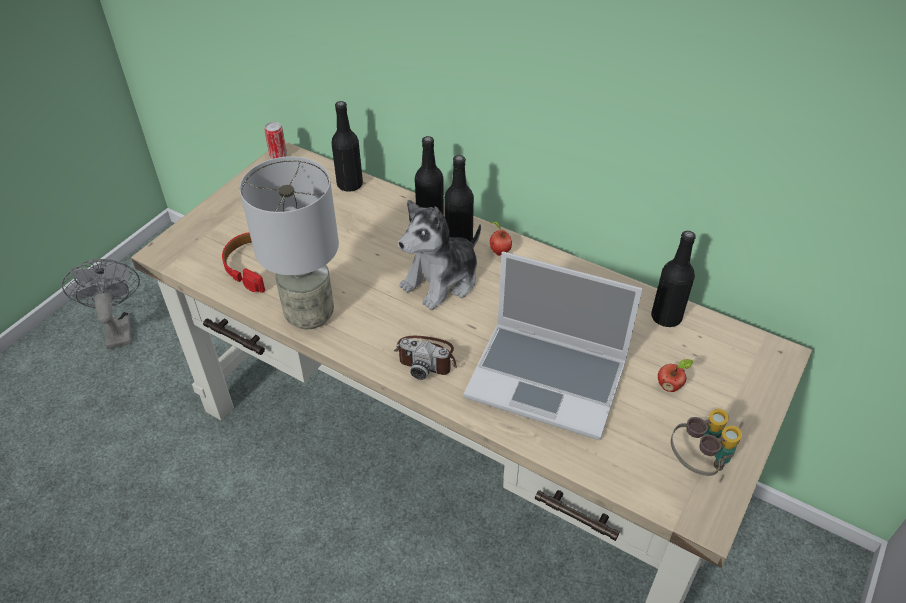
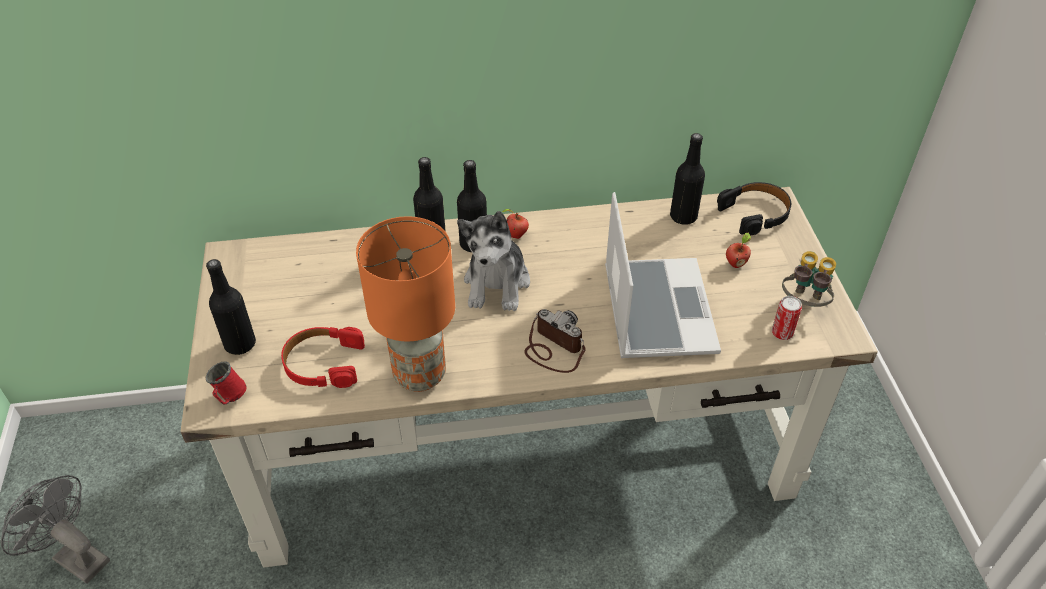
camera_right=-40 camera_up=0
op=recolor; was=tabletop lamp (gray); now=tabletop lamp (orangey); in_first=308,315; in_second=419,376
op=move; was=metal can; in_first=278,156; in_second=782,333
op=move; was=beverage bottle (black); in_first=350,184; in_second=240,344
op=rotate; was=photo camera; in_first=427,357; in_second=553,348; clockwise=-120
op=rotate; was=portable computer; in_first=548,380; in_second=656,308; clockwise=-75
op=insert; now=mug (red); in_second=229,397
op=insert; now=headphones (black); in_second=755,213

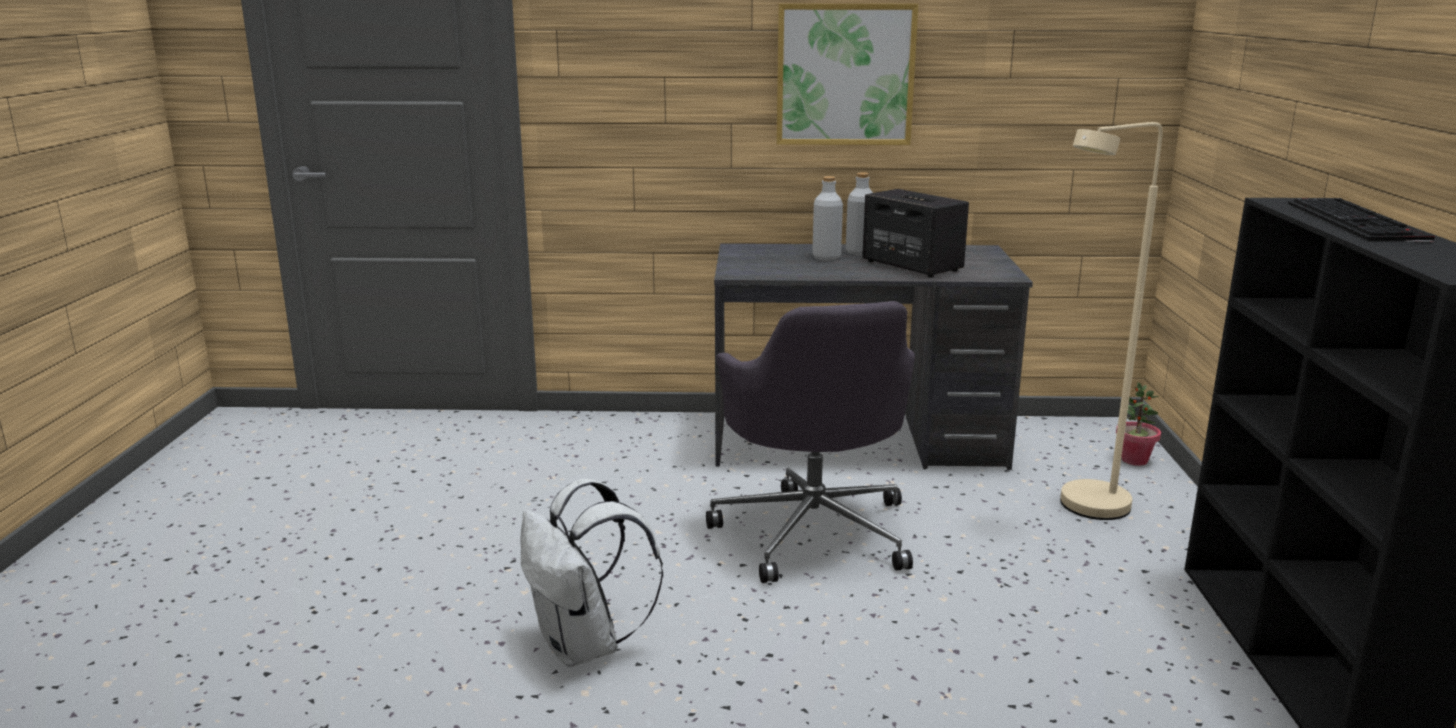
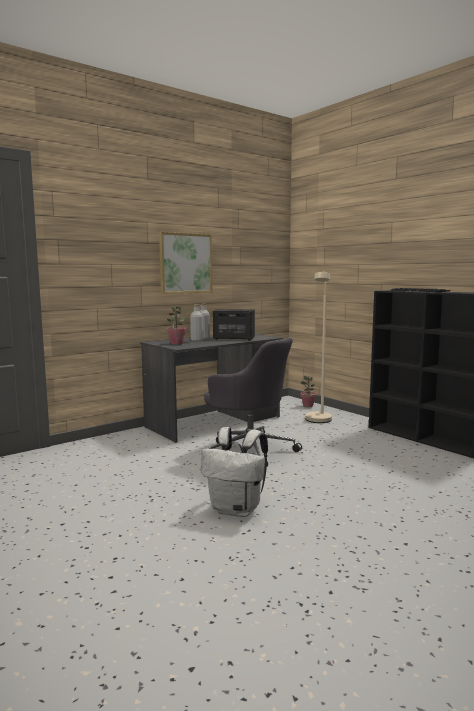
camera_right=-40 camera_up=-10
op=insert; now=potted plant; in_second=176,343

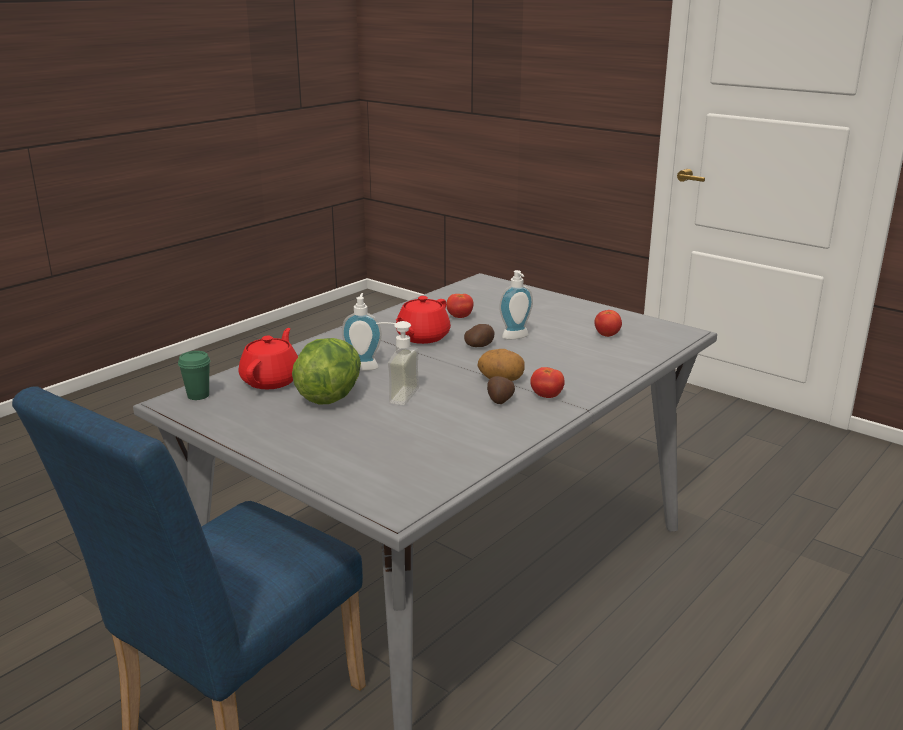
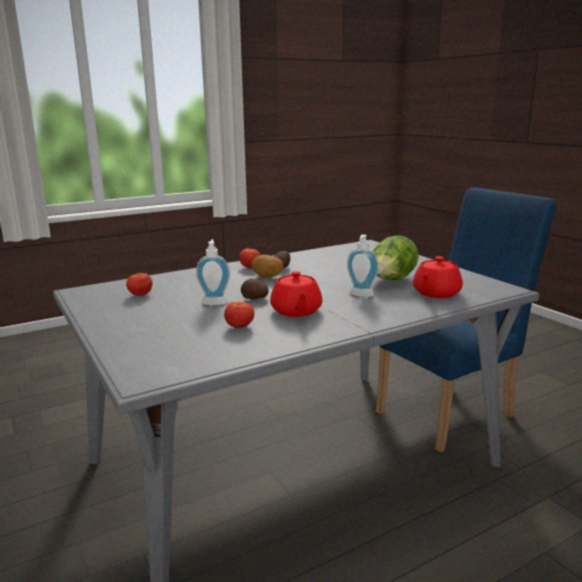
camera_right=-160 camera_up=-5
op=delete; was=cup (green-coloured); in_first=198,395
op=delete; was=liquid soap bottle; in_first=395,394
op=rotate; was=teapot (red); in_first=422,337; in_second=296,311; clockwise=120

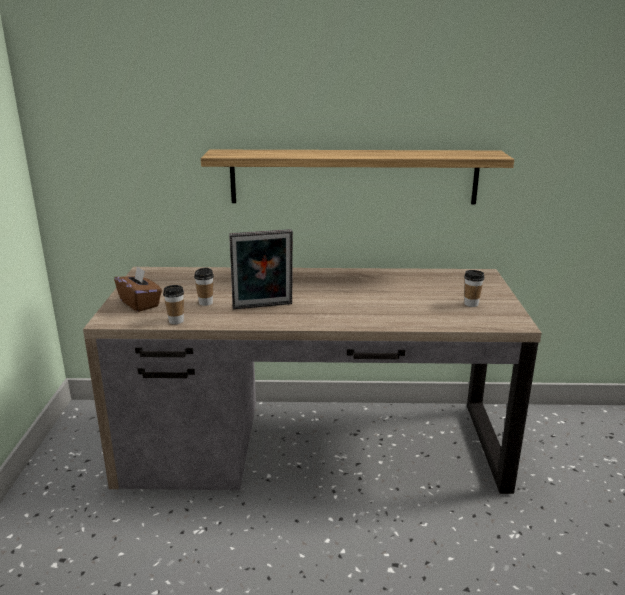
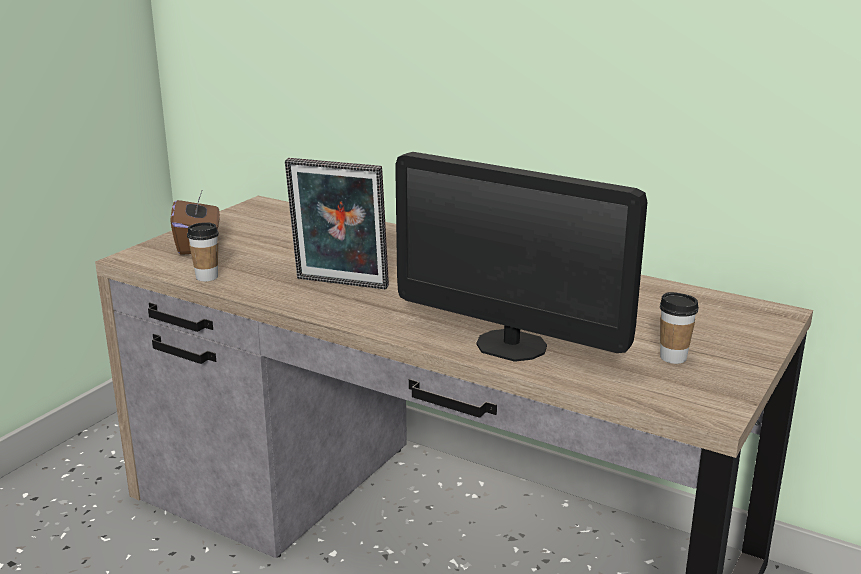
camera_right=30 camera_up=0
op=delete; was=cup; in_first=205,303
op=delete; was=wall shelf; in_first=353,177
op=insert; now=computer display; in_second=511,345

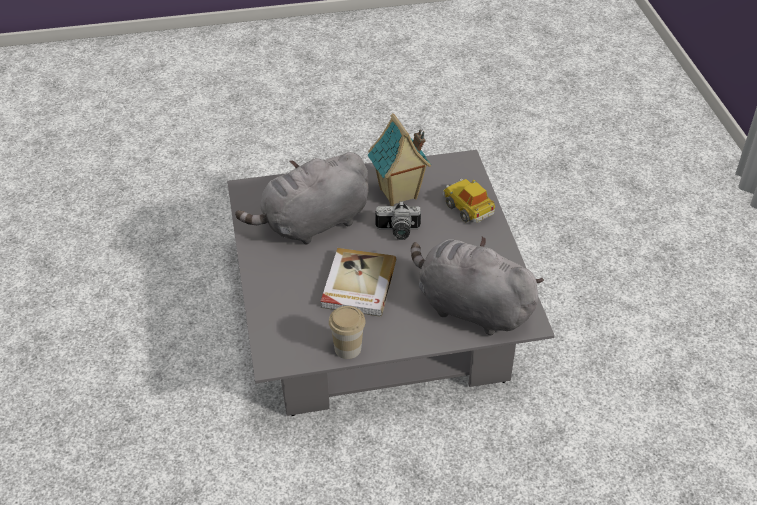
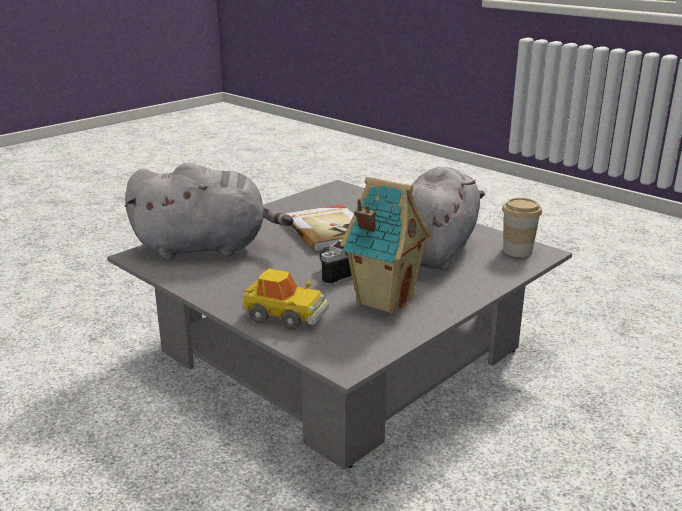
camera_right=145 camera_up=-20
op=move; was=cup; in_first=347,348; in_second=517,251

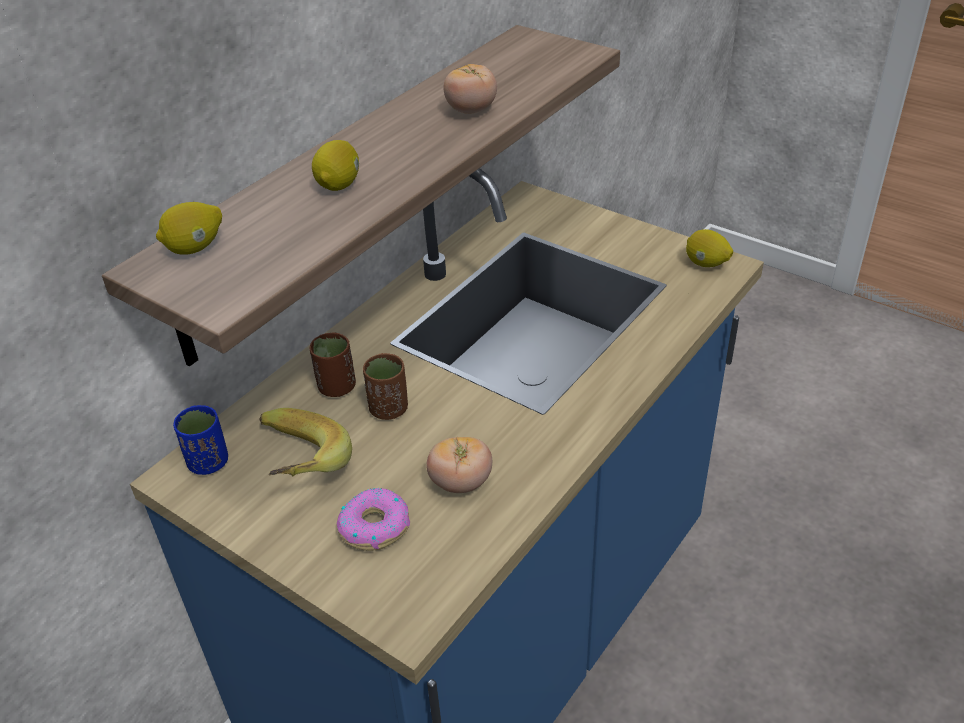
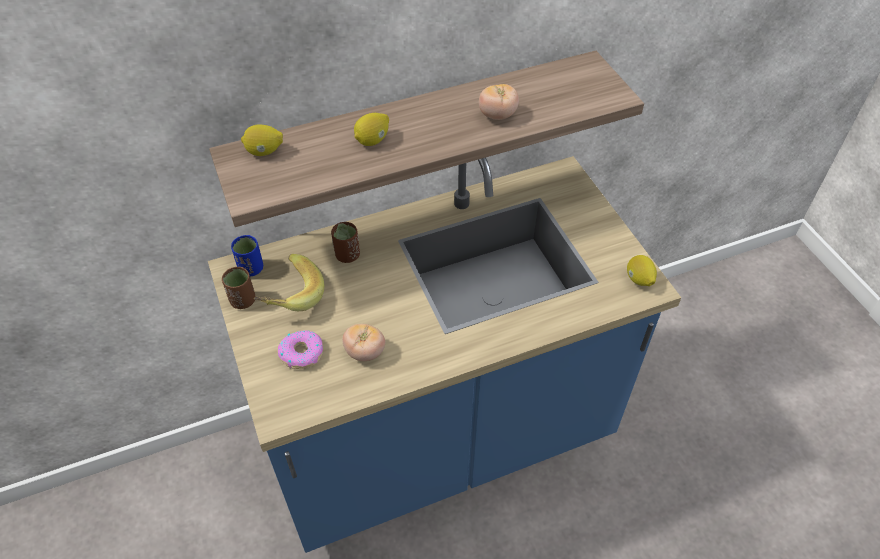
camera_right=30 camera_up=10
op=move; was=cup (brownish); in_first=389,409; in_second=243,300

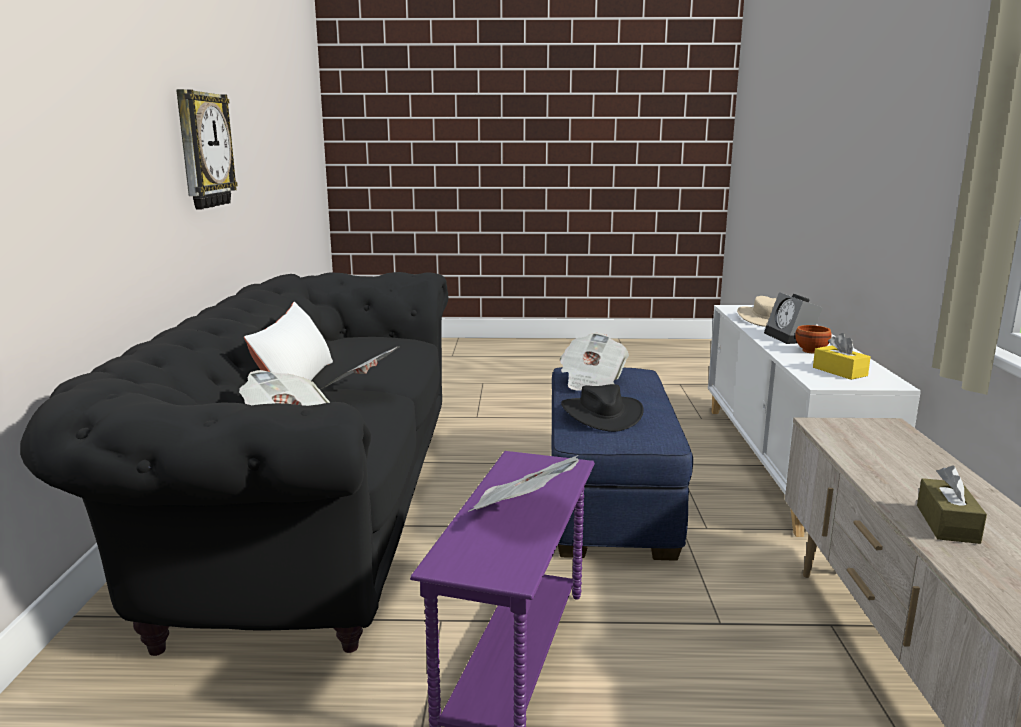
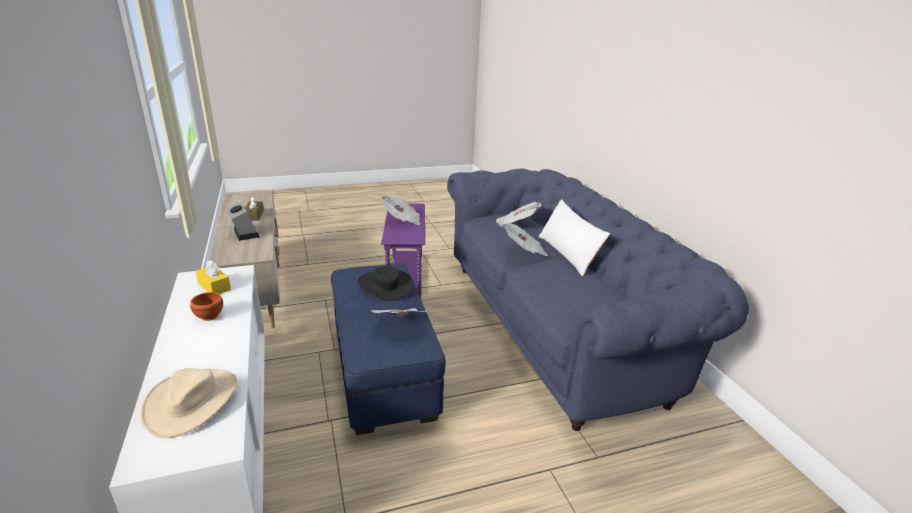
camera_right=160 camera_up=10
op=recolor; was=settee (black); now=settee (bluish); in_first=305,509; in_second=559,325
op=delete; was=hanging clock; in_first=203,150
op=move; was=alarm clock; in_first=791,338; in_second=244,233

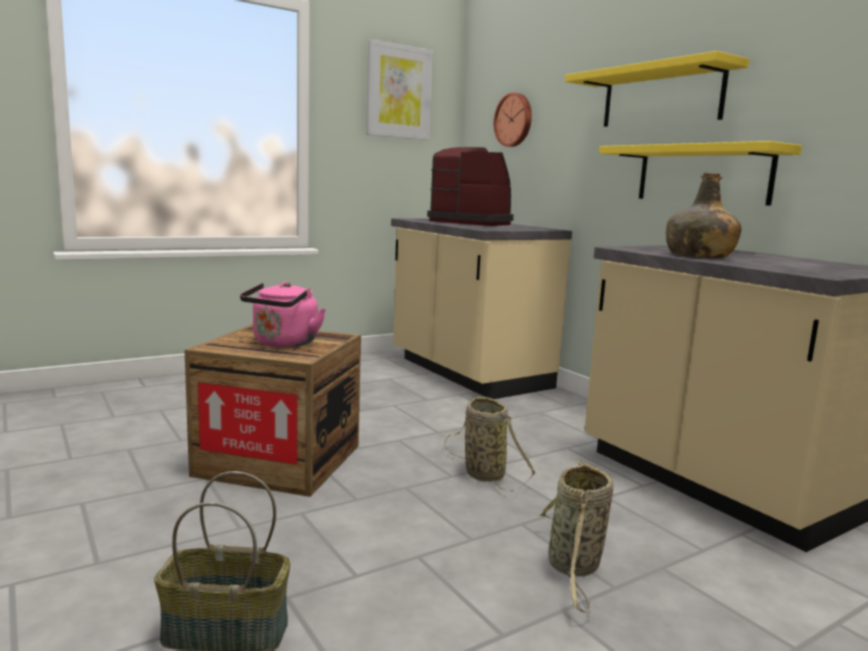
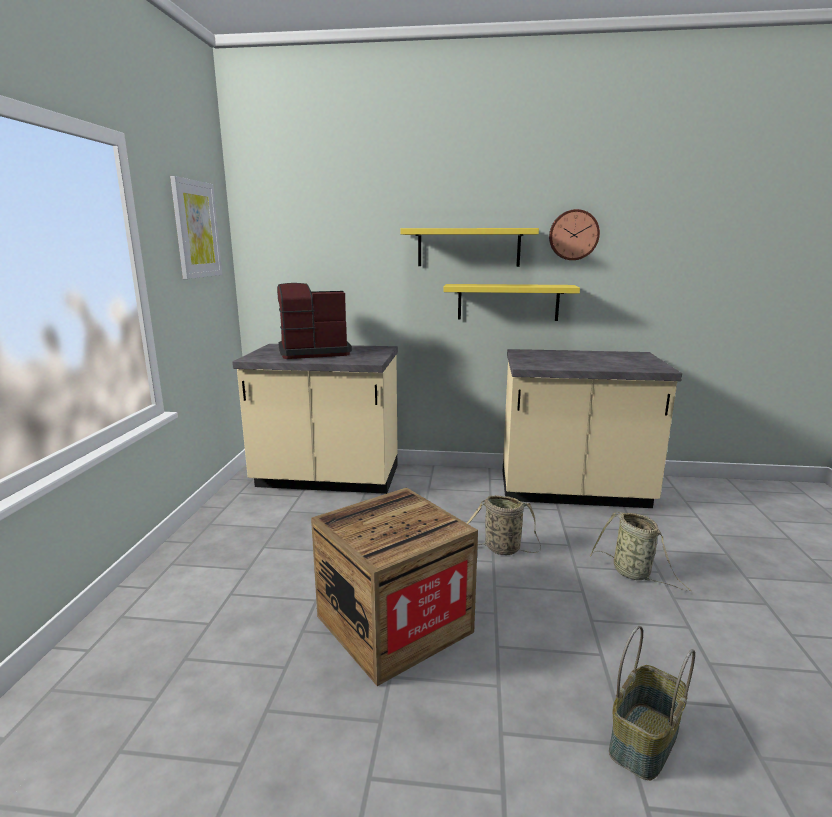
camera_right=-50 camera_up=5
op=delete; was=kettle (pink-coloured); in_first=283,344
op=move; was=hanging clock; in_first=514,120; in_second=573,235
op=delete; was=beverage bottle (green-coloured); in_first=699,256

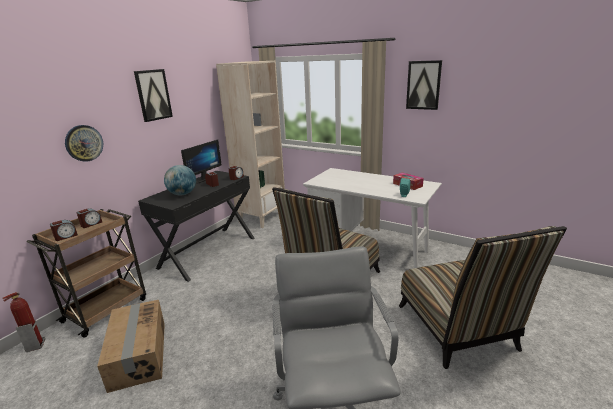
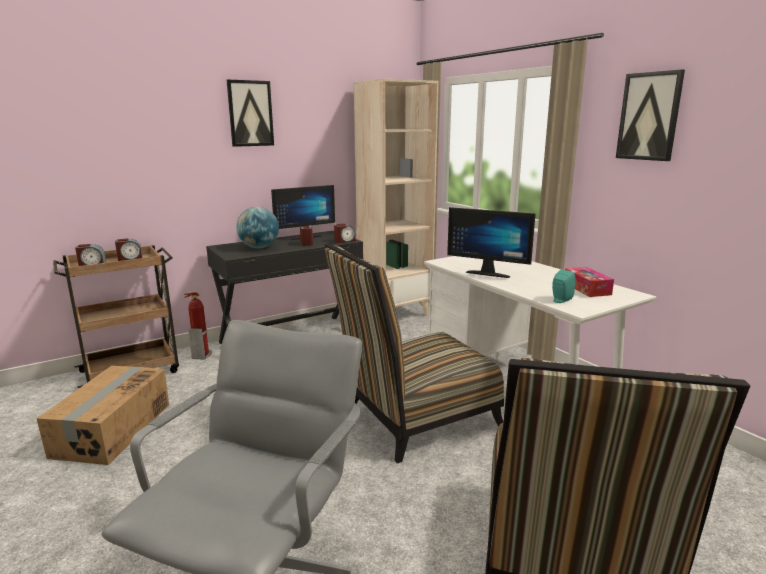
camera_right=25 camera_up=-5
op=move; was=extinguisher; in_first=35,345; in_second=201,356
op=delete; was=hanging clock; in_first=84,143
op=insert; now=computer display; in_second=489,273

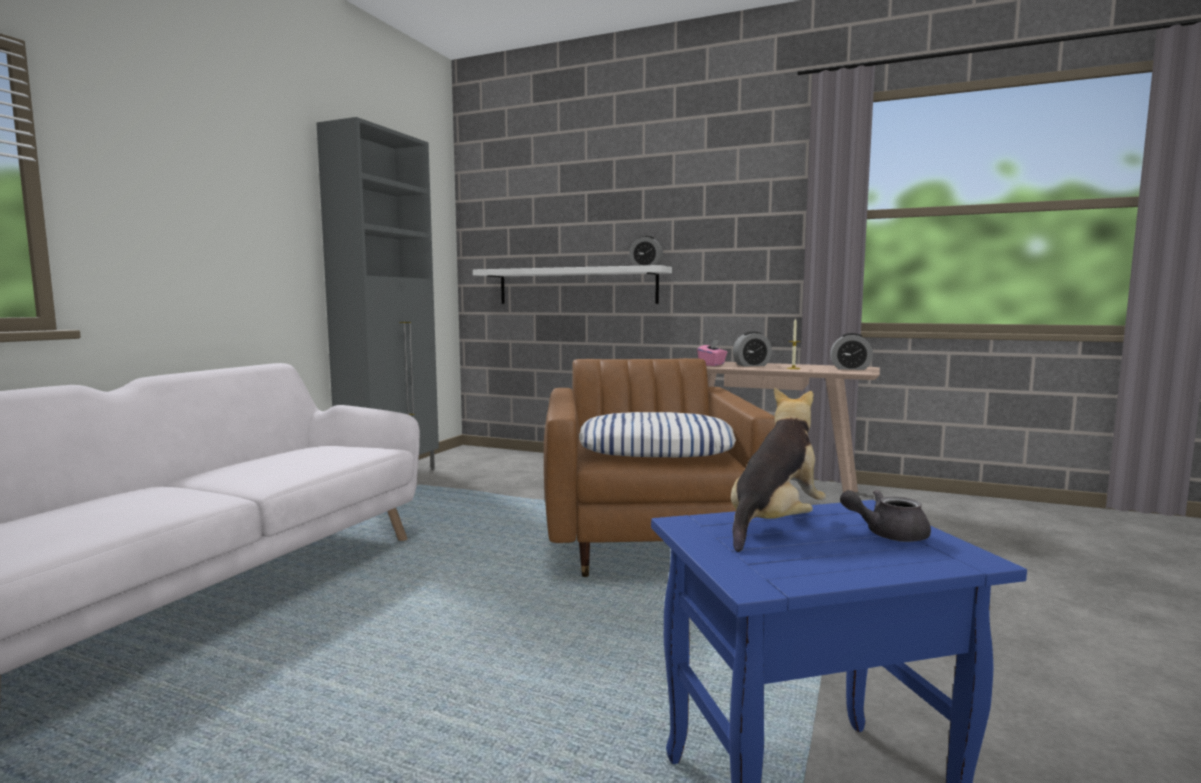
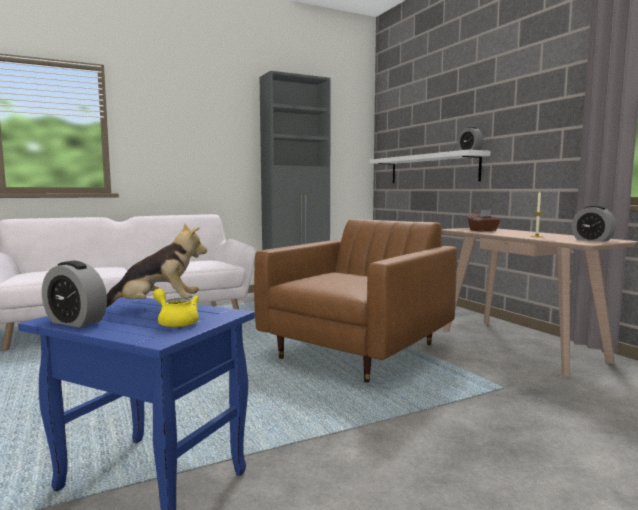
camera_right=40 camera_up=0
op=delete; was=cushion; in_first=656,448
op=recolor; was=tissue box (pink-coloured); now=tissue box (brownish); in_first=712,365; in_second=483,230
op=move; was=alarm clock; in_first=751,365; in_second=75,322
op=recolor; was=teapot (gray); now=teapot (yellowish); in_first=887,534; in_second=176,322

